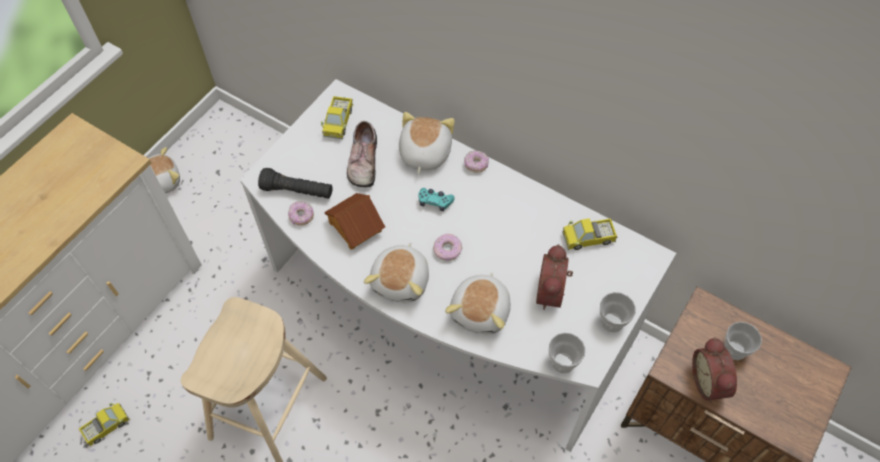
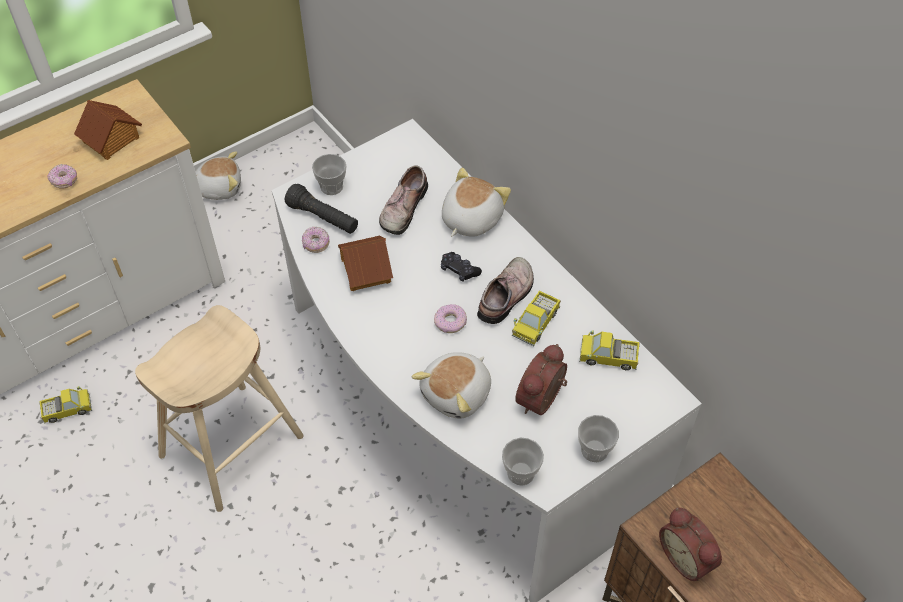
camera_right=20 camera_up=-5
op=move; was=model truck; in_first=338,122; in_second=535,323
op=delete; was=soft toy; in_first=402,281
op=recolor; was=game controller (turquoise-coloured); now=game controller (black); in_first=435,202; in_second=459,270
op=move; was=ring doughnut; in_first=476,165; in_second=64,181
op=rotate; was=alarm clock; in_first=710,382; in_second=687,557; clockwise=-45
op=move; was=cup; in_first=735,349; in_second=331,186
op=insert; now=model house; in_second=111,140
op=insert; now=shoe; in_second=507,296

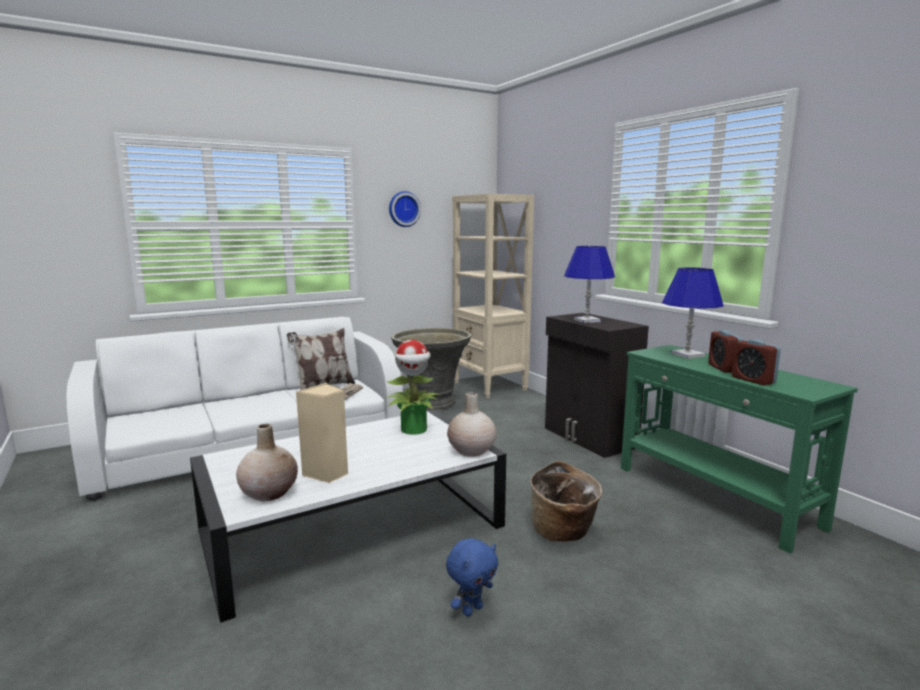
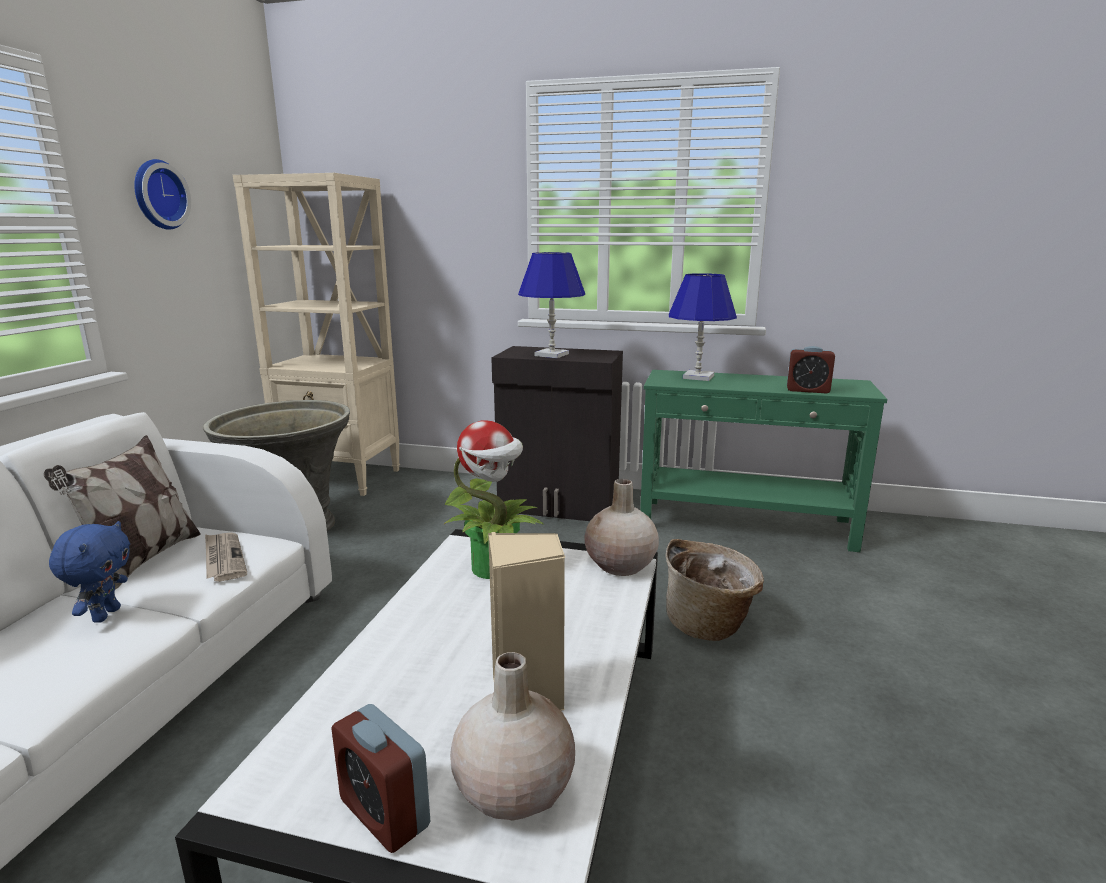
camera_right=-45 camera_up=5
op=move; was=soft toy (bluish); in_first=472,609; in_second=105,615
op=move; was=alarm clock; in_first=723,368; in_second=384,813

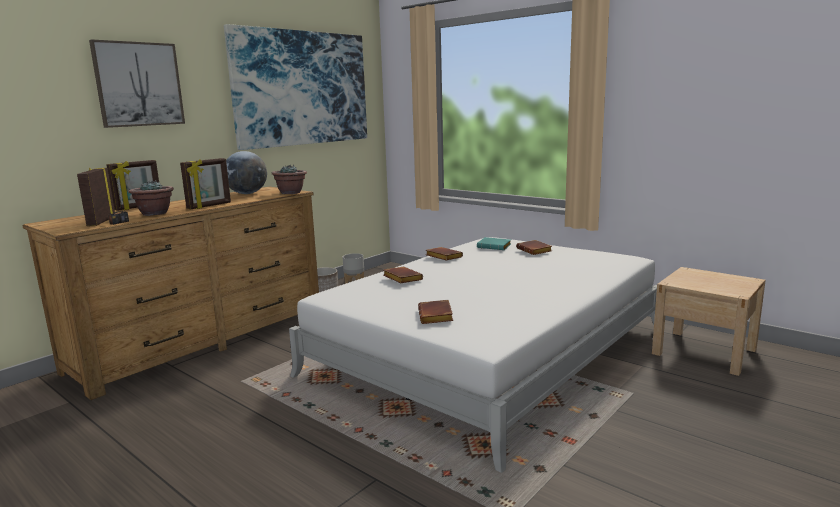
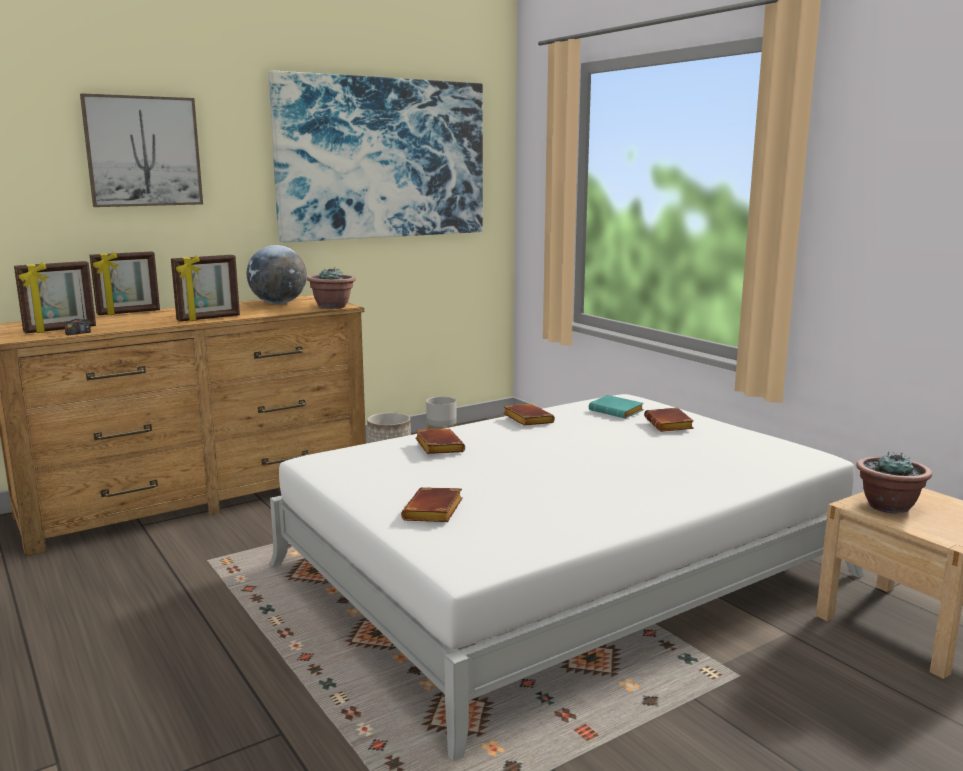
camera_right=15 camera_up=0
op=rotate; was=photo frame; in_first=100,221; in_second=60,330; clockwise=-135
op=move; was=potted plant; in_first=154,213; in_second=888,506

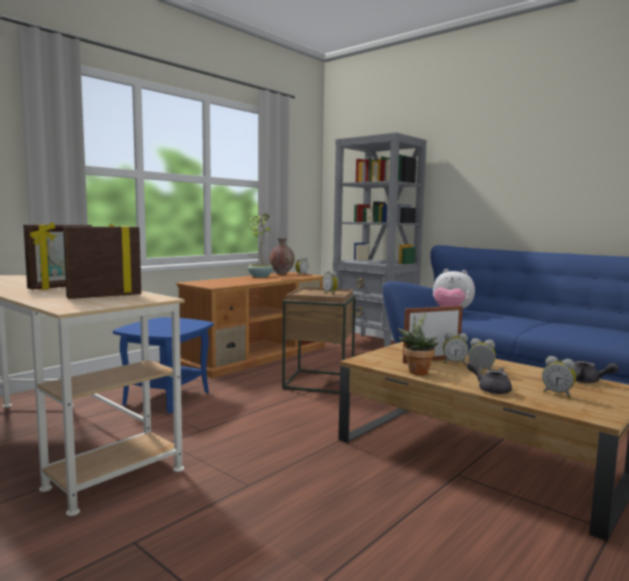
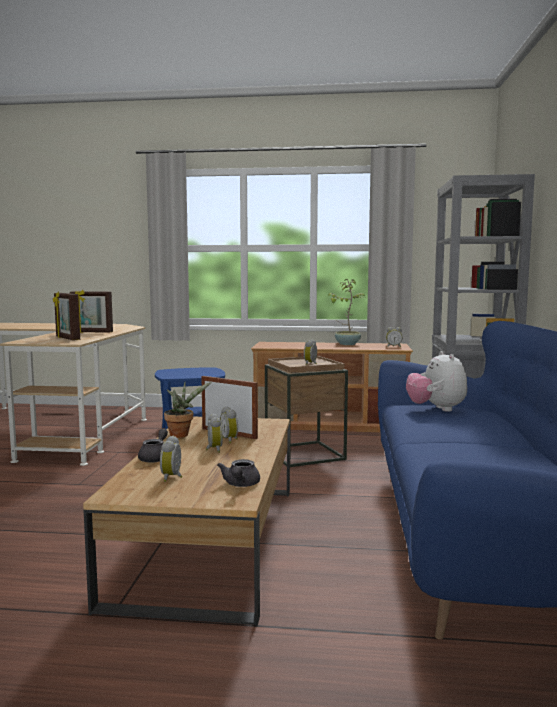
camera_right=55 camera_up=0
op=rotate; was=photo frame; in_first=104,296; in_second=67,338; clockwise=-150
op=delete; was=flower vase (brownish); in_first=281,273

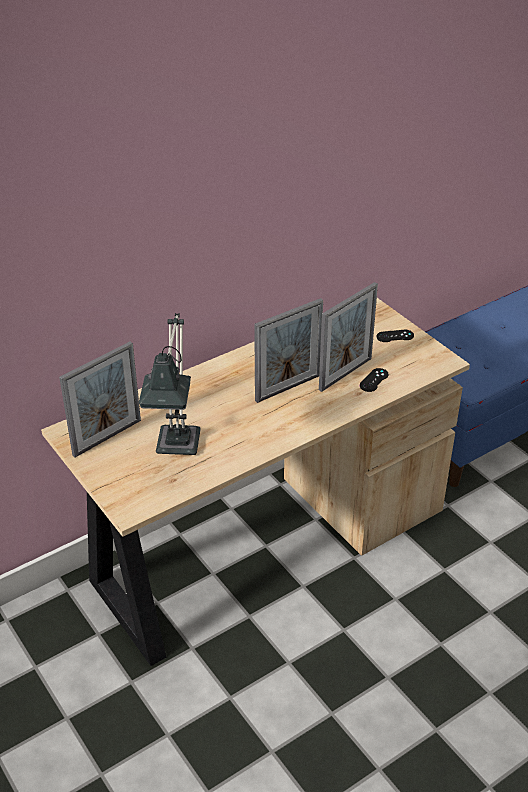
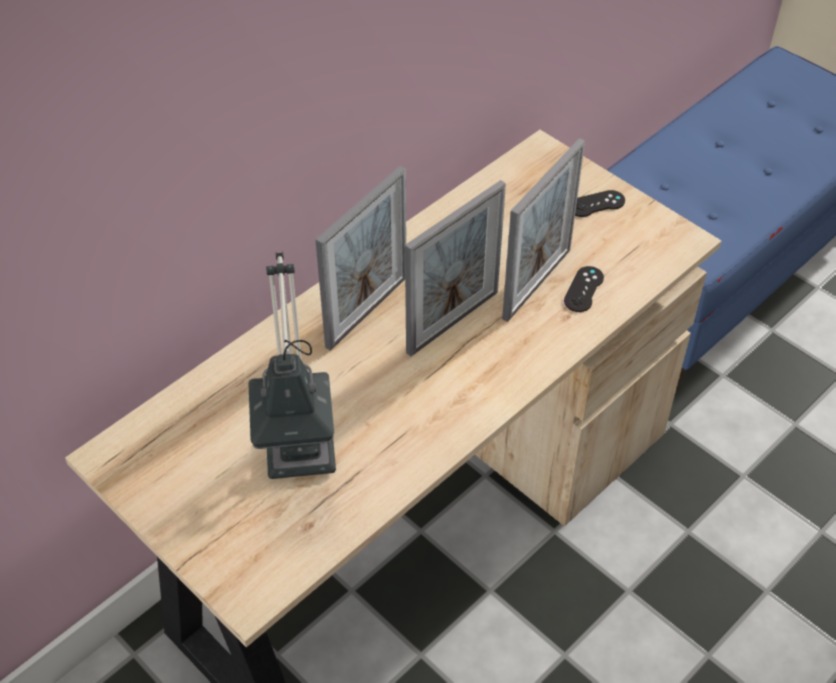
camera_right=-10 camera_up=10
op=move; was=photo frame; in_first=107,437; in_second=367,312

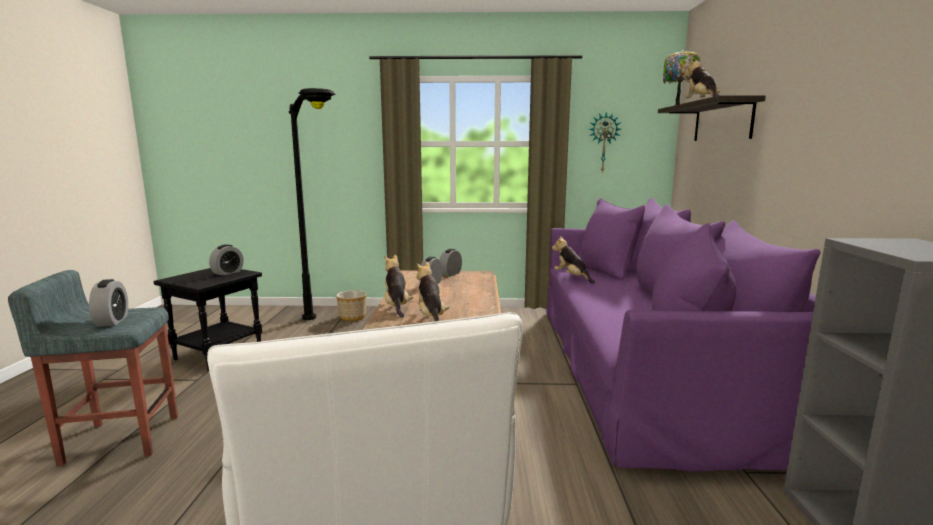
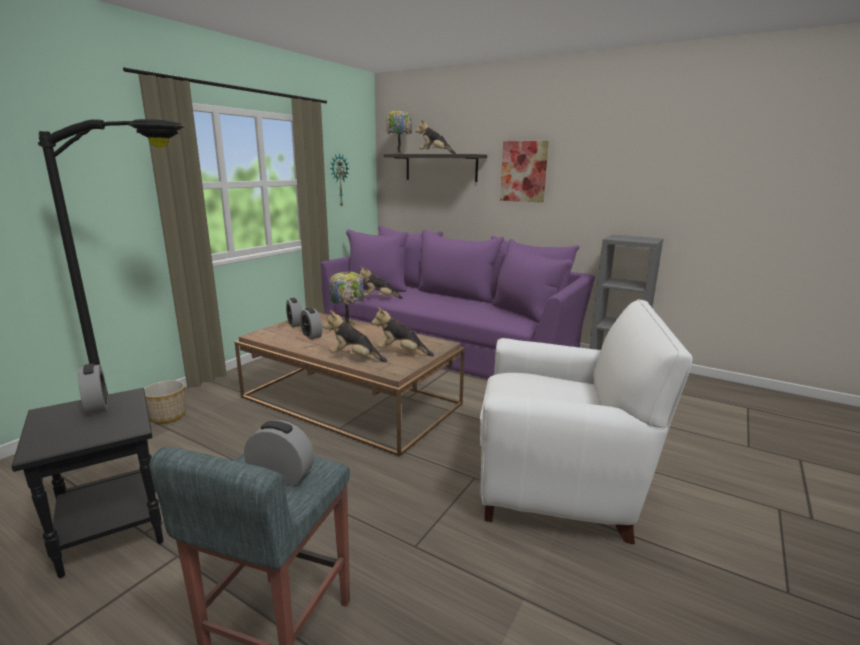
camera_right=-60 camera_up=5
op=insert; now=tabletop lamp; in_second=348,323
op=insert; now=picture; in_second=524,171

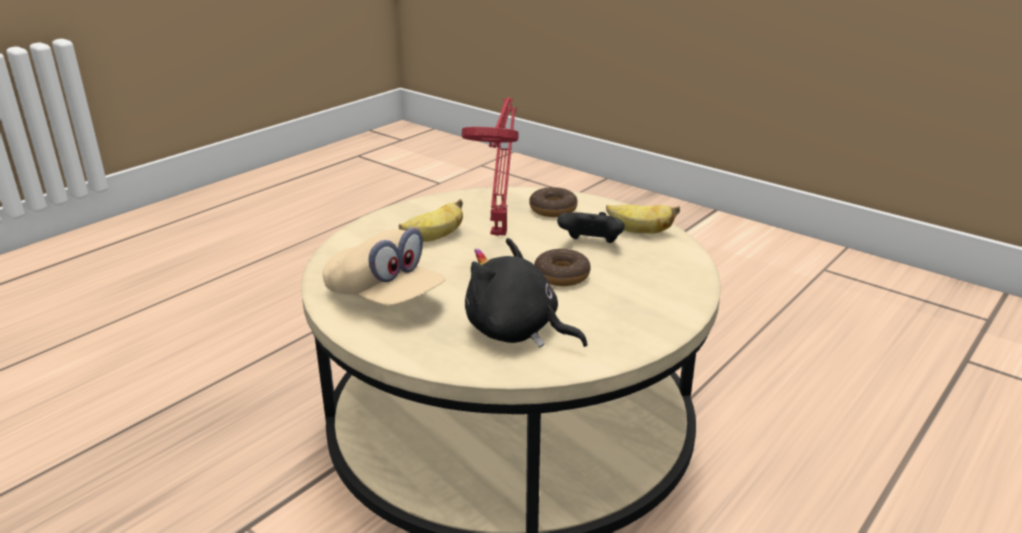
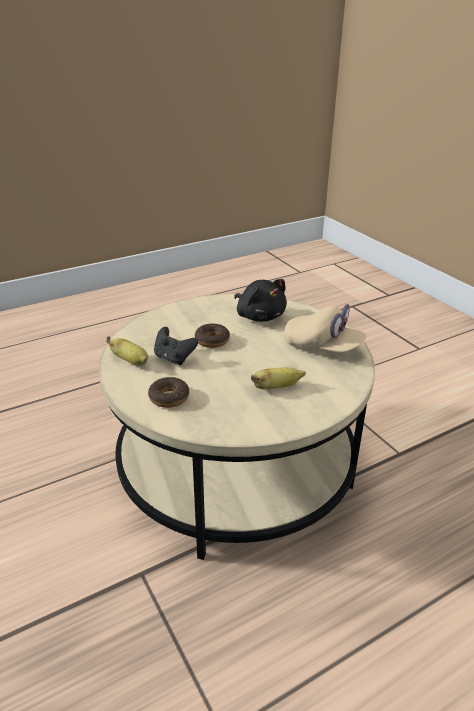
camera_right=-160 camera_up=5
op=rotate; was=peaked cap (beige); in_first=385,298; in_second=322,347; clockwise=150
op=delete; was=tabletop lamp (red); in_first=499,231

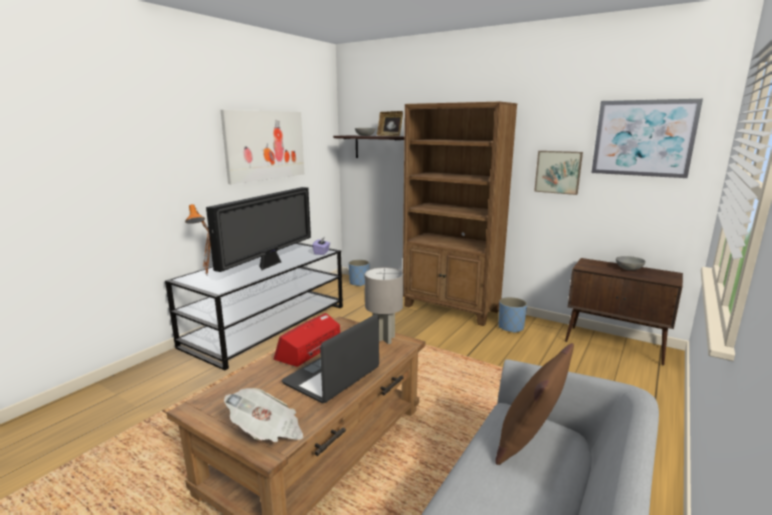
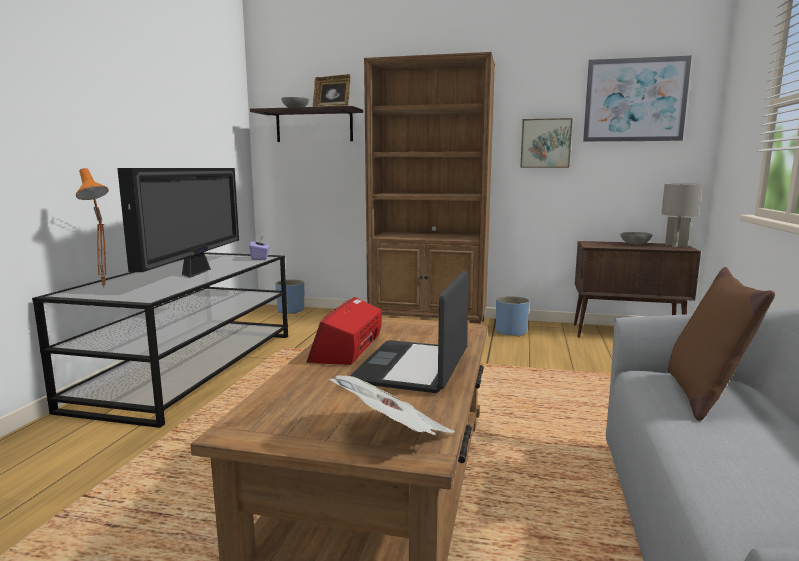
camera_right=-20 camera_up=-5
op=delete; was=picture; in_first=265,145
op=move; was=tabletop lamp (gray); in_first=383,339; in_second=675,245

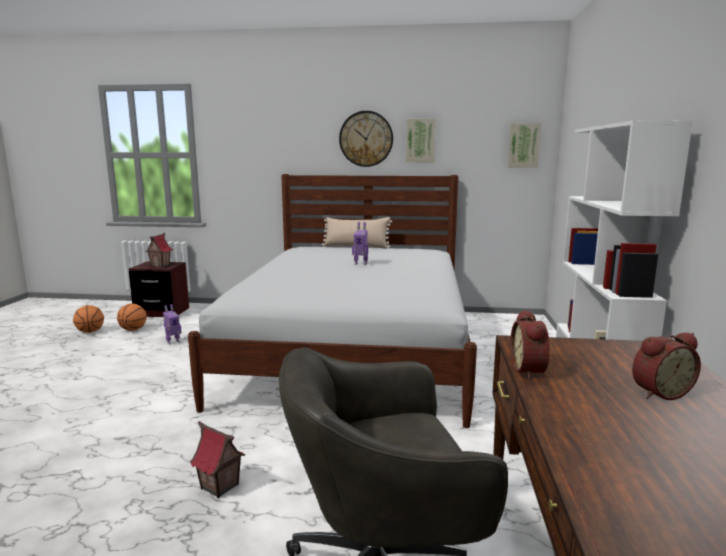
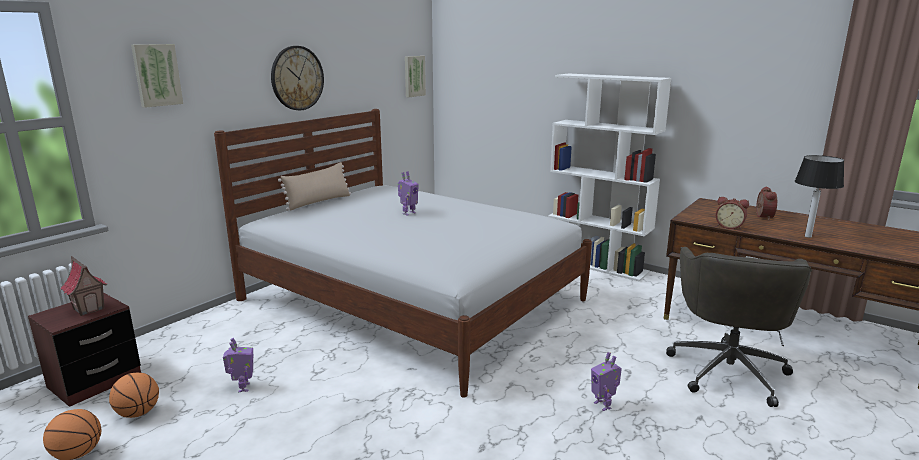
camera_right=-60 camera_up=5
op=replace; was=model house; now=model robot; in_first=219,487; in_second=603,405
op=move; was=picture; in_first=420,140; in_second=156,75
op=insert; now=tabletop lamp; in_second=808,236

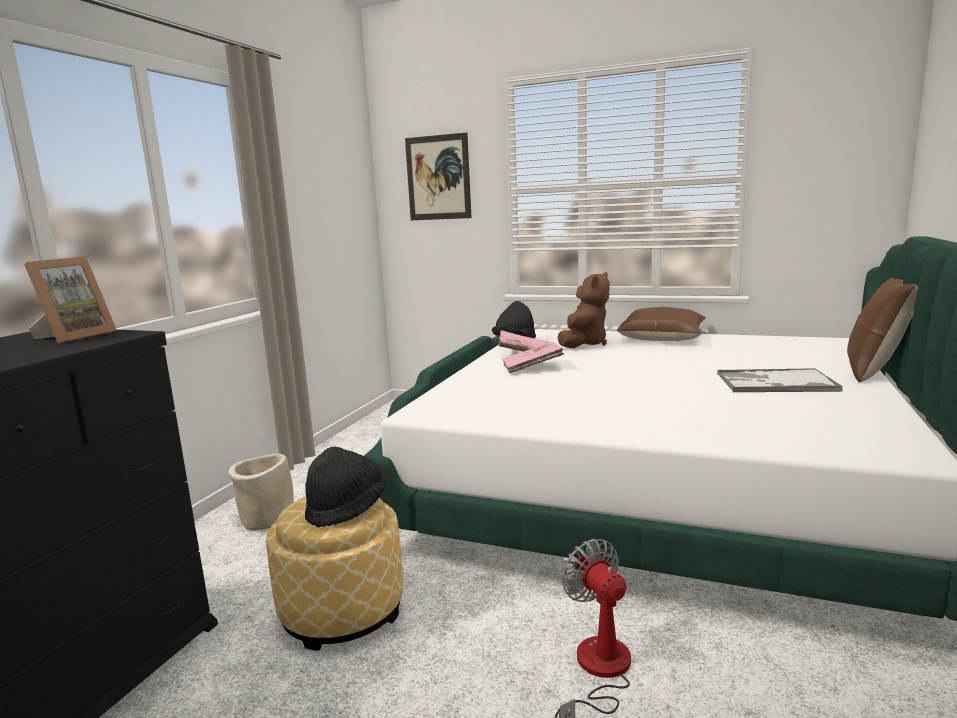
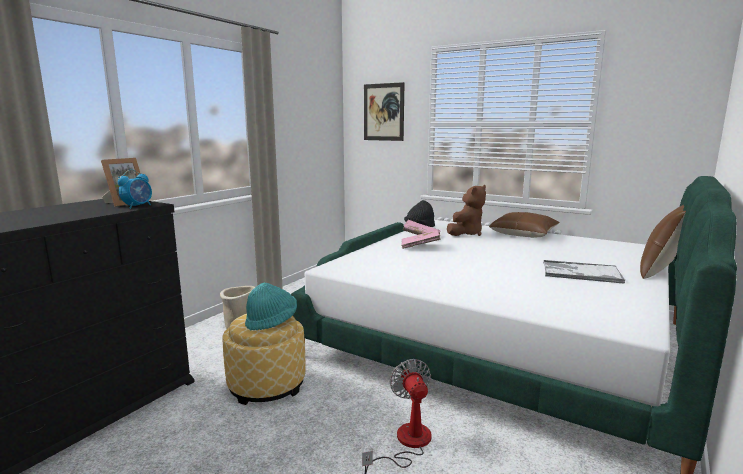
camera_right=10 camera_up=0
op=recolor; was=clothing hat (black); now=clothing hat (turquoise-coloured); in_first=347,508; in_second=272,322
op=insert; now=alarm clock; in_second=138,206

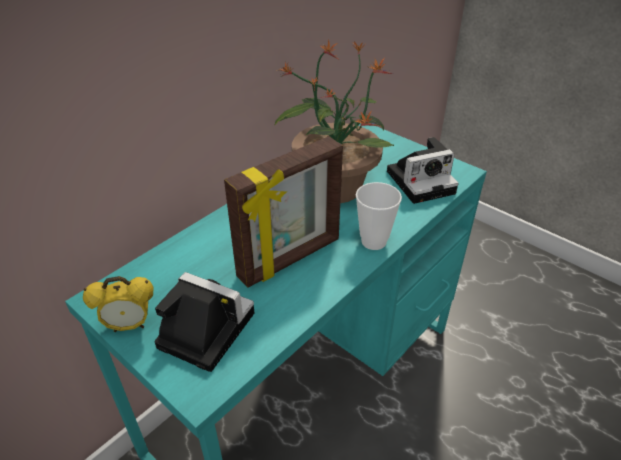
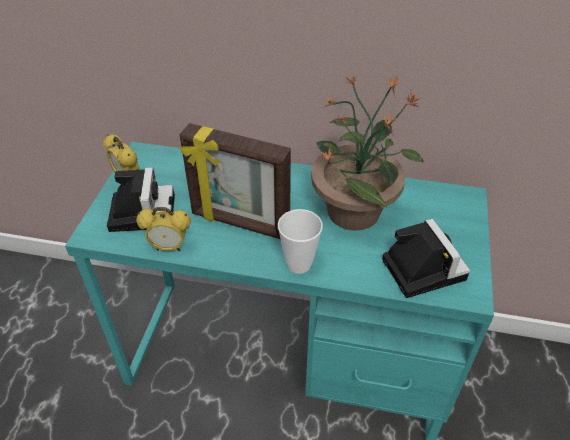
camera_right=60 camera_up=5
op=rotate; was=photo camera; in_first=422,181; in_second=420,267; clockwise=-150
op=insert; now=alarm clock; in_second=169,247

